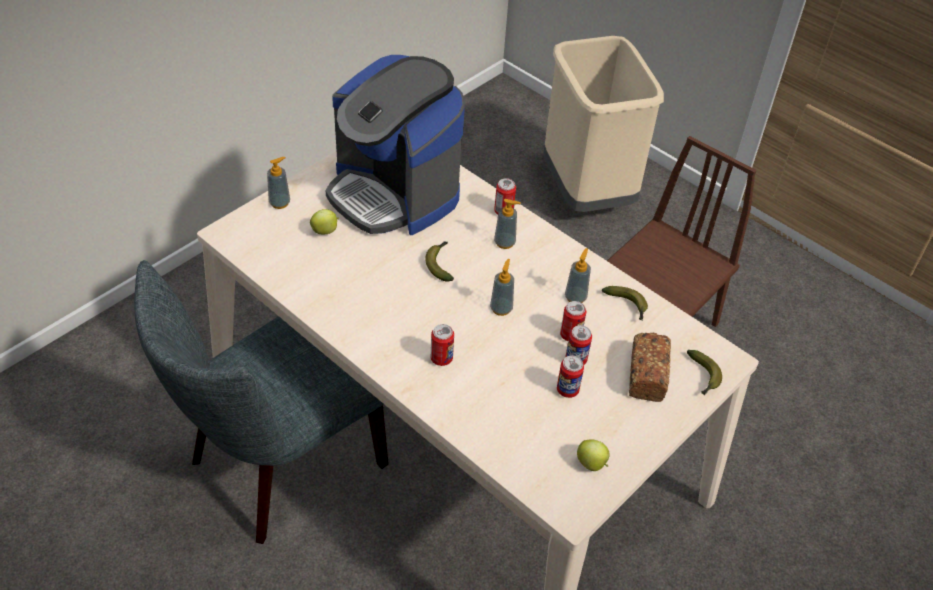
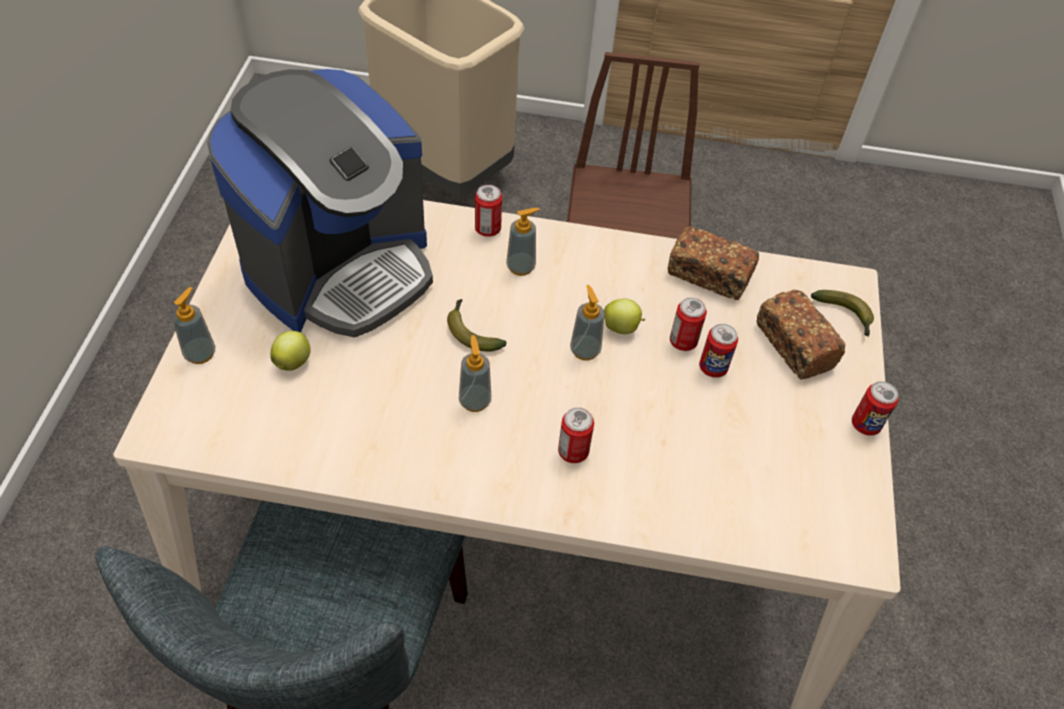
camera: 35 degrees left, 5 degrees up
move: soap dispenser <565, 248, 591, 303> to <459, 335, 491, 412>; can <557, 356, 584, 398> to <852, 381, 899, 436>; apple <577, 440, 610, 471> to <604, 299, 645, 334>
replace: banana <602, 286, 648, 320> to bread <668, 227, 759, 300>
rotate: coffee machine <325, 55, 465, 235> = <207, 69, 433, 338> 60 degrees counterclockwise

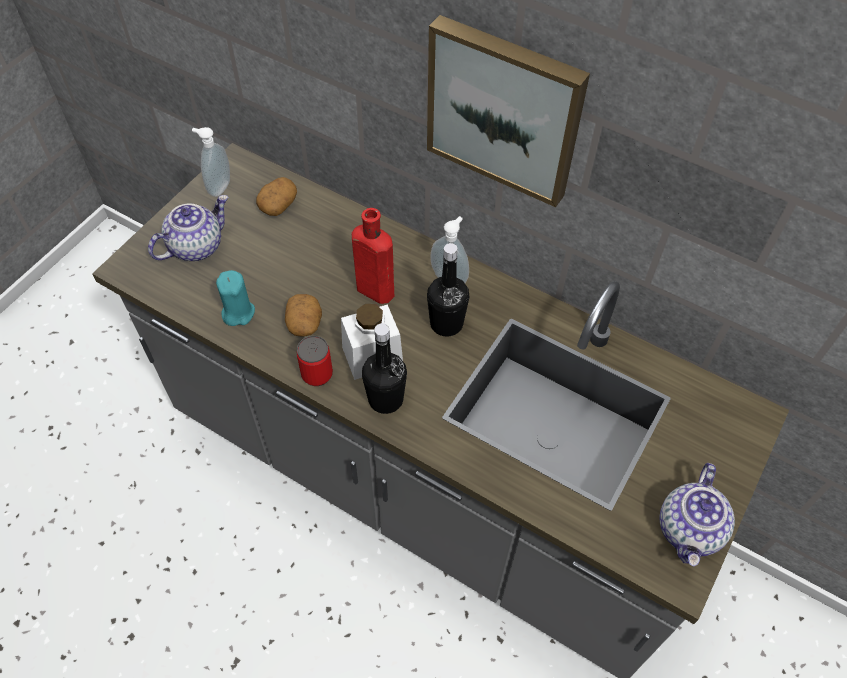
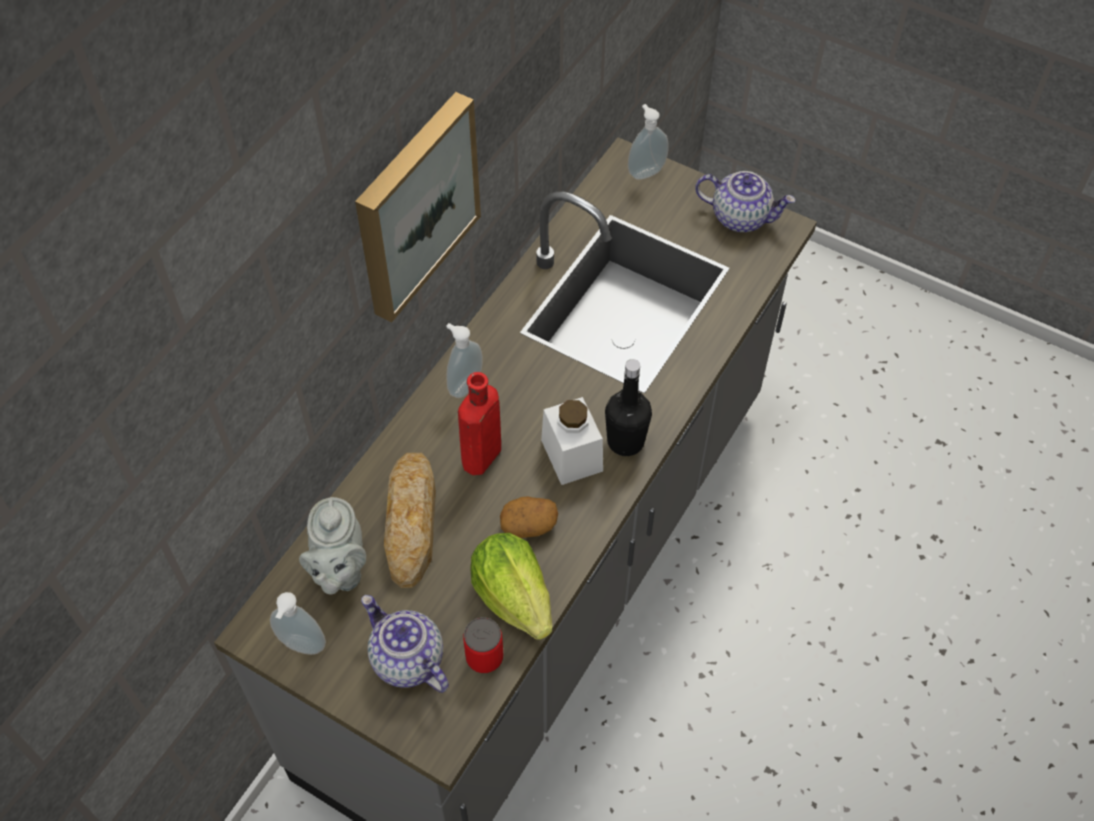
camera: 90 degrees left, 0 degrees up
delete: black bottle <427, 243, 469, 337>
insert: soap dispenser <628, 104, 669, 180>; bread <384, 453, 436, 588>
move: can <297, 336, 333, 386> to <463, 617, 503, 673>
replace: potato <256, 177, 297, 216> to grey teapot <299, 497, 366, 595>; turquoise candle <216, 270, 255, 326> to lettuce <470, 533, 552, 640>

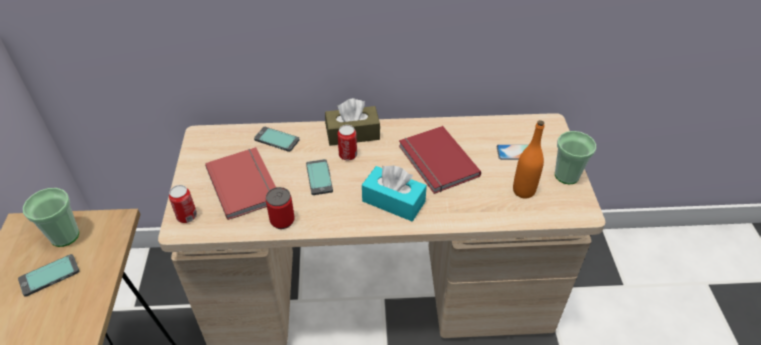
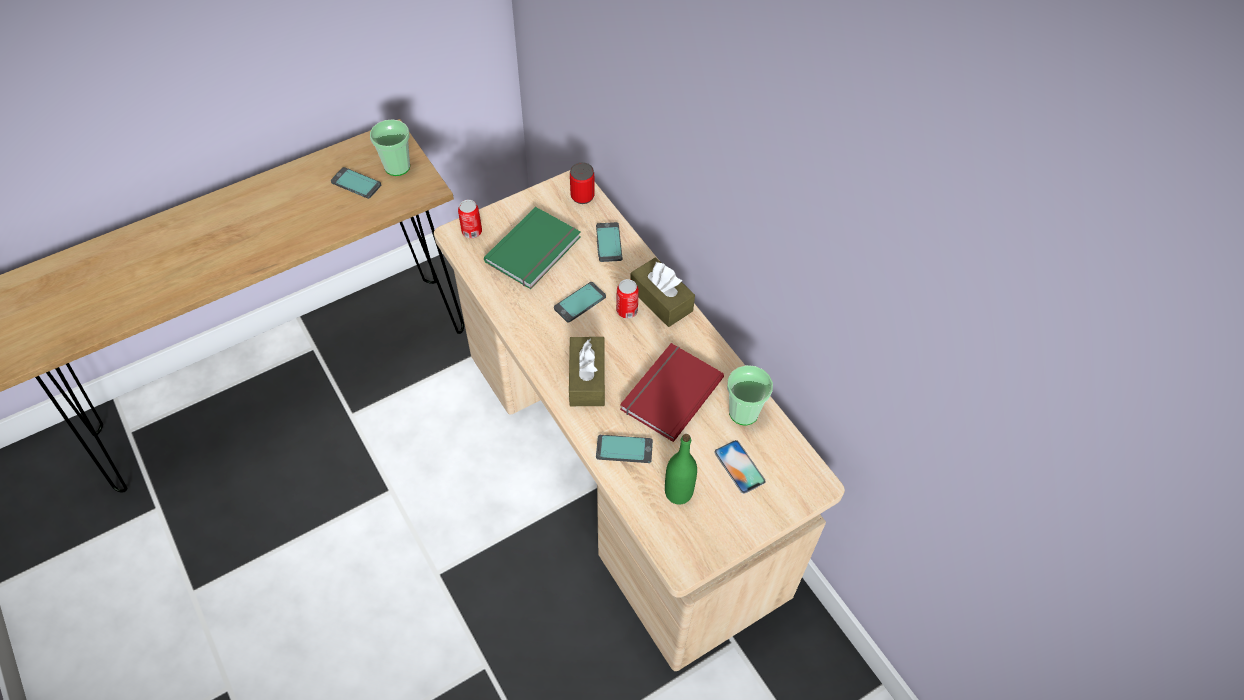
camera: 60 degrees right, 10 degrees up
insert: phone <596, 435, 653, 463>
move: cup <555, 131, 596, 184> to <727, 365, 773, 426>; can <266, 187, 295, 229> to <570, 162, 595, 204>
recolor: orange bottle <513, 120, 544, 198> to green bottle <665, 434, 697, 504>; red book <205, 147, 276, 220> to green book <484, 207, 581, 289>; turquoise tissue box <362, 165, 427, 221> to brown tissue box <569, 337, 605, 406>

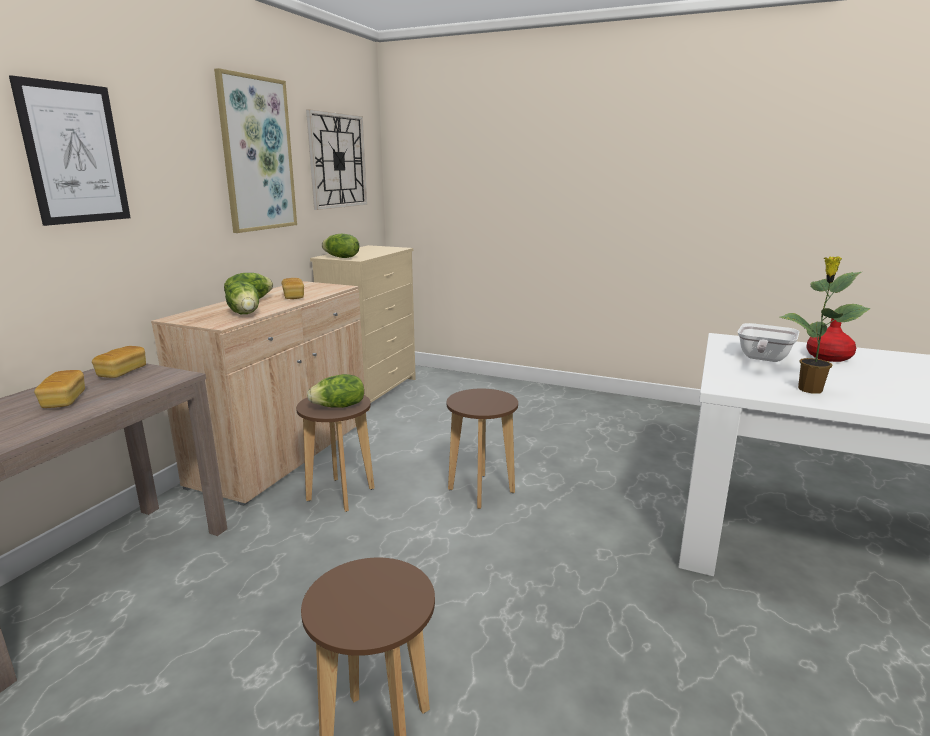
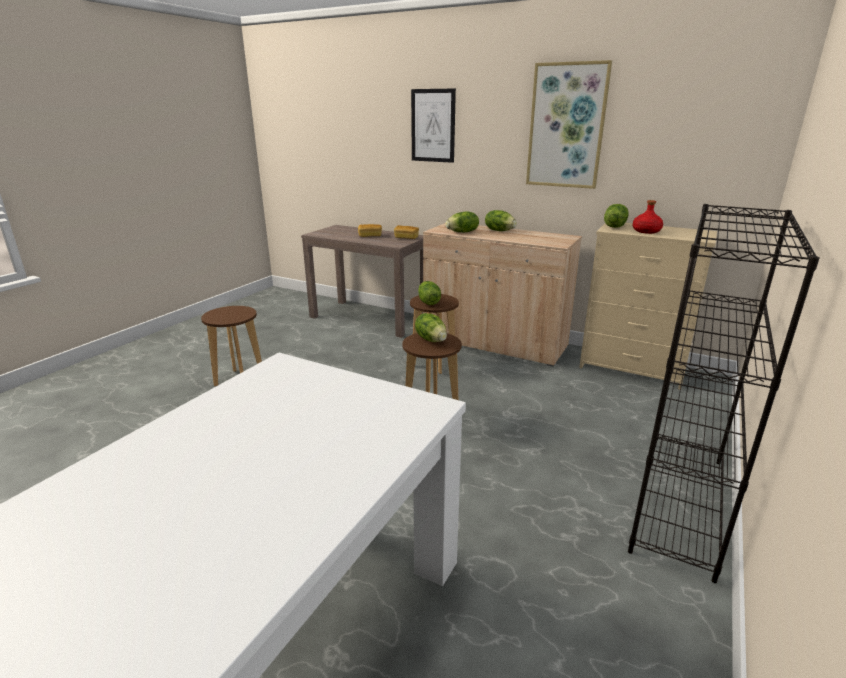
camera: 95 degrees right, 5 degrees up
delete: wall clock <306, 109, 367, 210>; potted plant <779, 256, 871, 394>; bread <282, 278, 304, 299>; frying pan <738, 323, 799, 362>
insert: black bookcase <628, 204, 819, 583>; lettuce <415, 313, 447, 342>
move: red bottle <806, 318, 856, 362> to <633, 200, 663, 234>

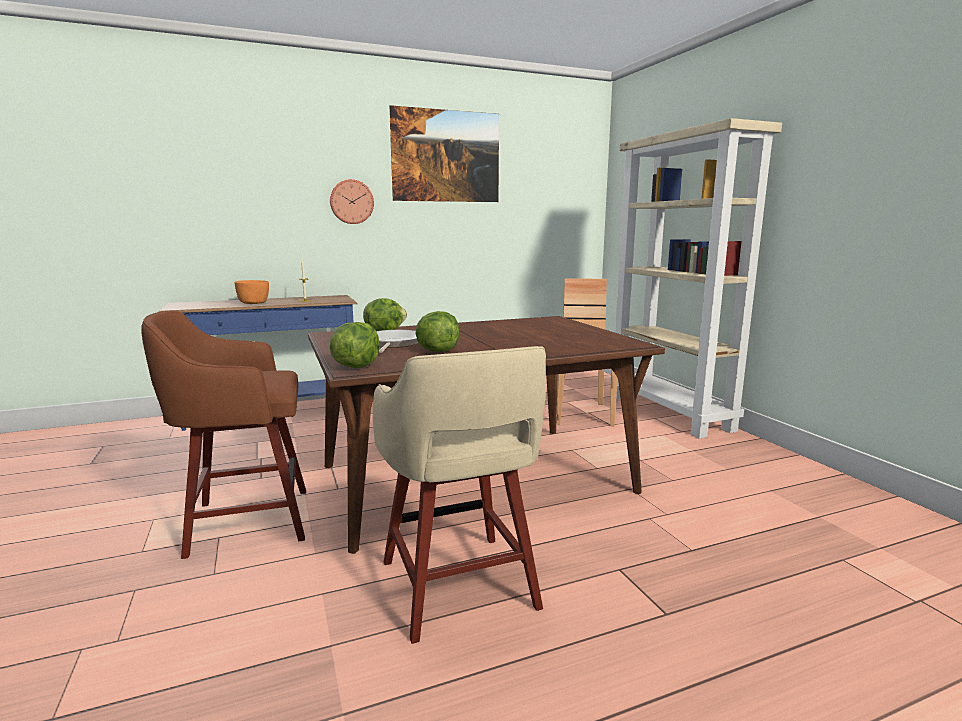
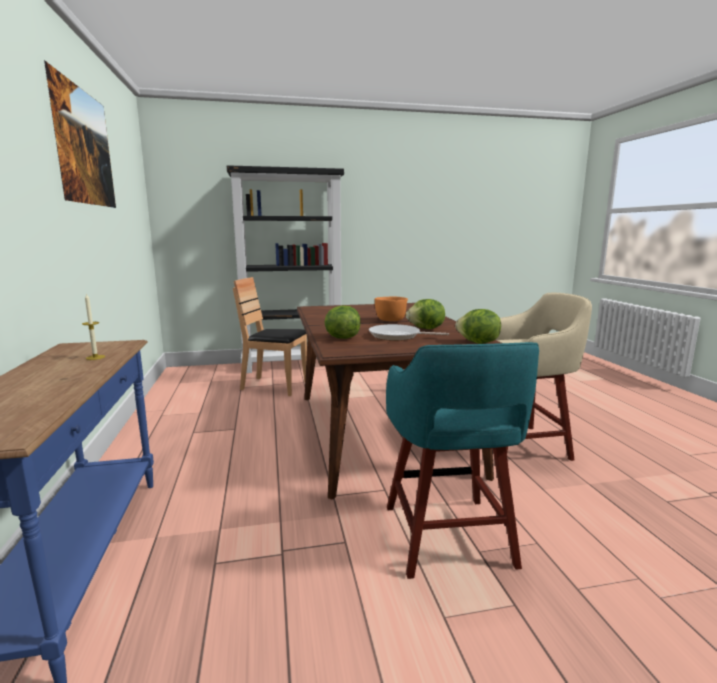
camera: 80 degrees left, 0 degrees up
delete: wall clock <330, 179, 374, 224>
move: orange bowl <235, 280, 269, 304> to <375, 297, 408, 321>
recolor: beige bookcase <609, 118, 782, 438> to black bookcase <227, 165, 344, 373>; brown stool <141, 311, 306, 559> to turquoise stool <386, 342, 539, 579>

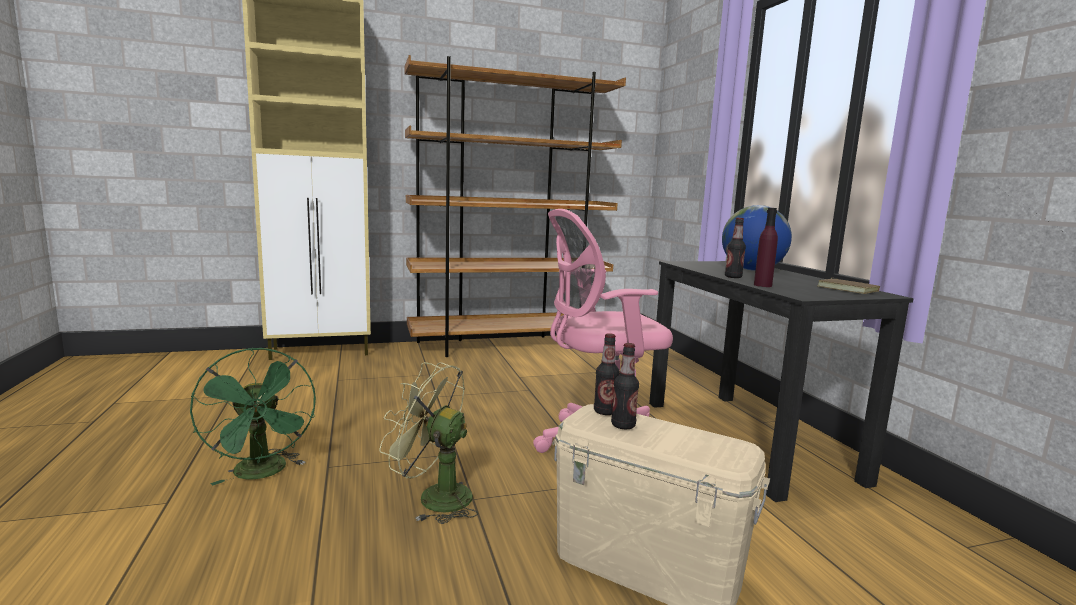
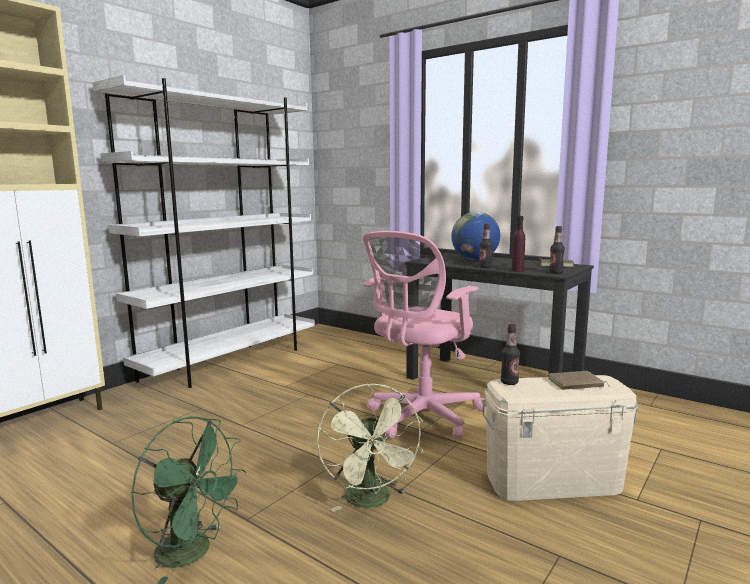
camera: 35 degrees left, 0 degrees up
insert: brown book <548, 371, 610, 390>
move: bottle <611, 343, 639, 429> to <549, 226, 565, 274>
recolor: brown bookcase <405, 55, 626, 357> to white bookcase <93, 75, 315, 388>
rotate: green fan <379, 362, 478, 524> = <317, 383, 424, 512> 90 degrees counterclockwise

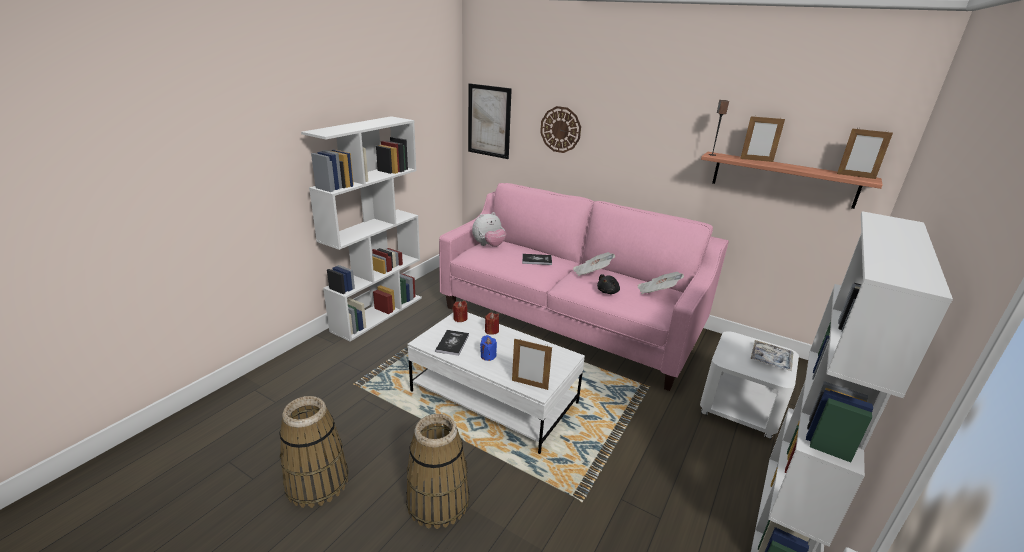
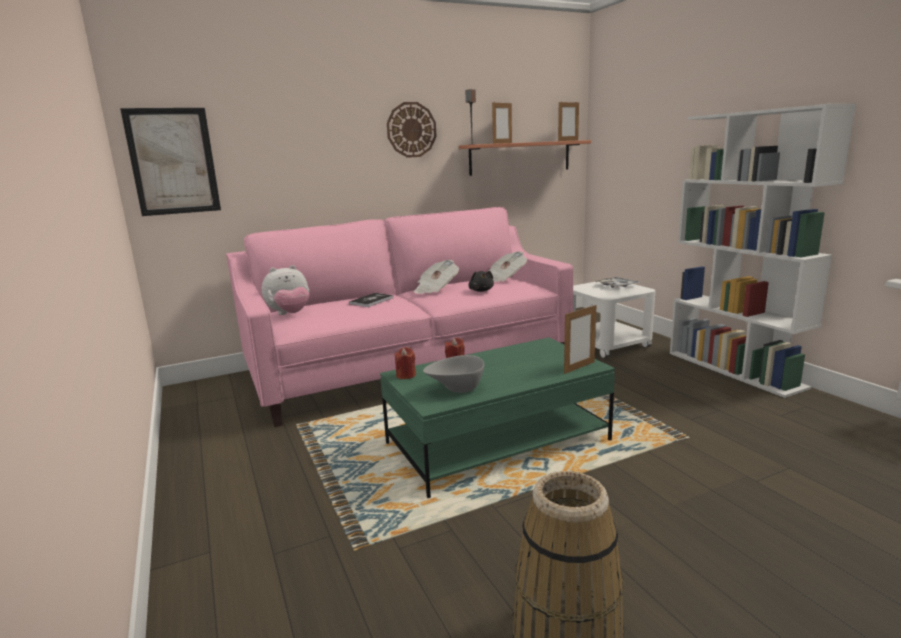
camera: 55 degrees left, 10 degrees down
delete: white bookcase <301, 116, 422, 341>; blue candle <480, 335, 497, 361>; basket <406, 414, 469, 529>
move: wall clock <540, 106, 581, 153> to <387, 102, 437, 158>
replace: book <435, 330, 469, 356> to grey bowl <423, 355, 484, 393>
recolor: white coffee table <408, 312, 585, 454> to green coffee table <380, 338, 615, 498>
rotate: plush toy <472, 212, 506, 247> = <262, 265, 309, 315> 60 degrees clockwise

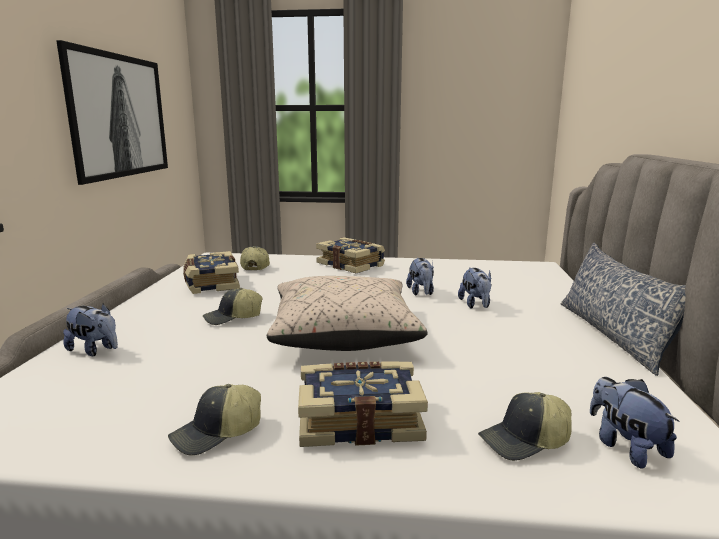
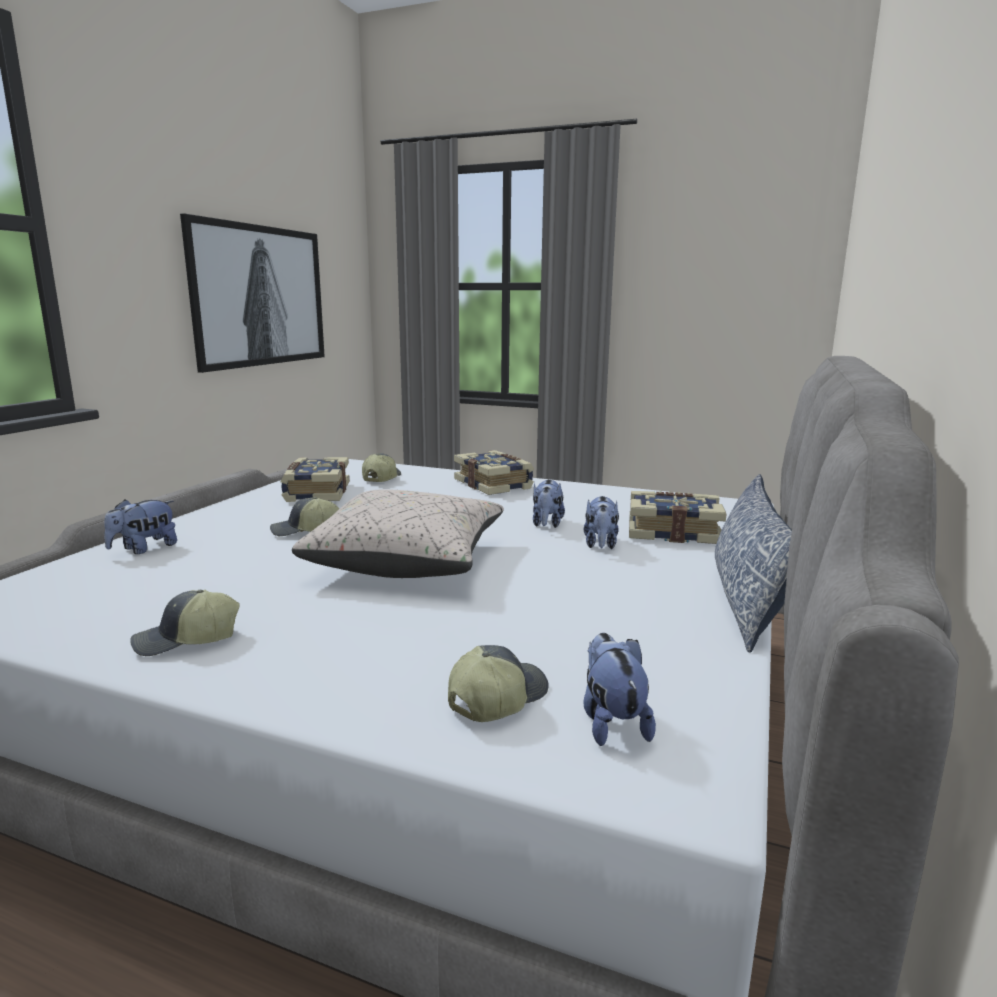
camera: 15 degrees right, 0 degrees up
move: book <298, 362, 428, 447> to <629, 491, 727, 544>
rotate: plush toy <63, 303, 118, 356> = <104, 499, 177, 554> 90 degrees clockwise; cap <478, 392, 572, 461> = <448, 645, 549, 722> 135 degrees clockwise

